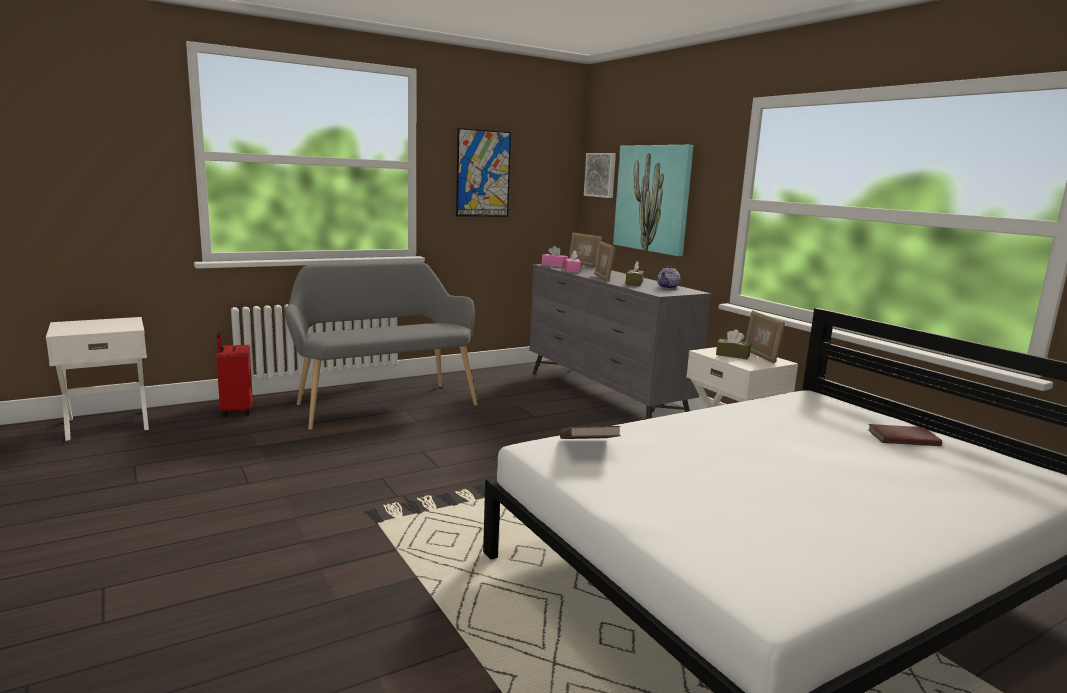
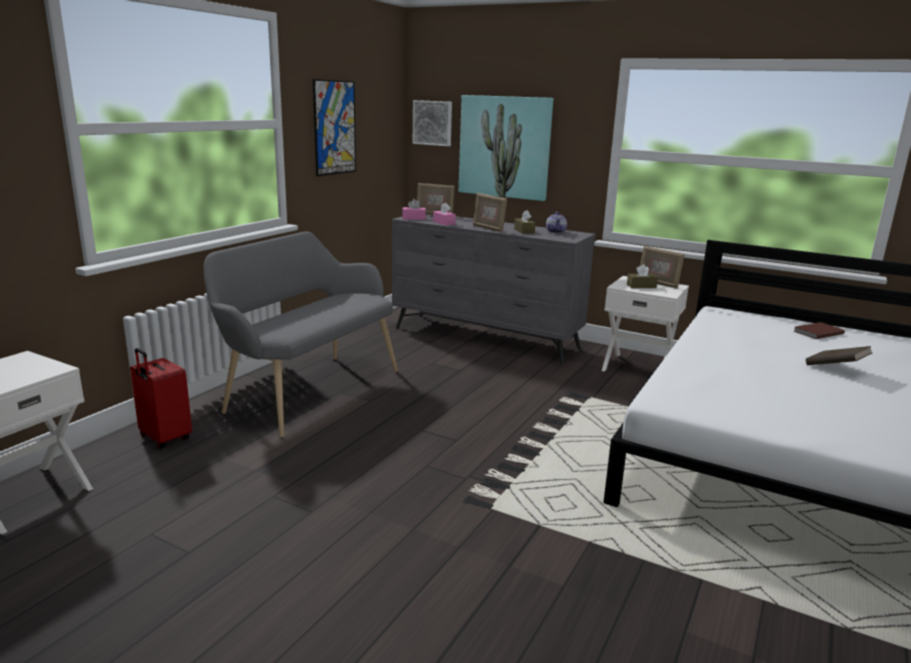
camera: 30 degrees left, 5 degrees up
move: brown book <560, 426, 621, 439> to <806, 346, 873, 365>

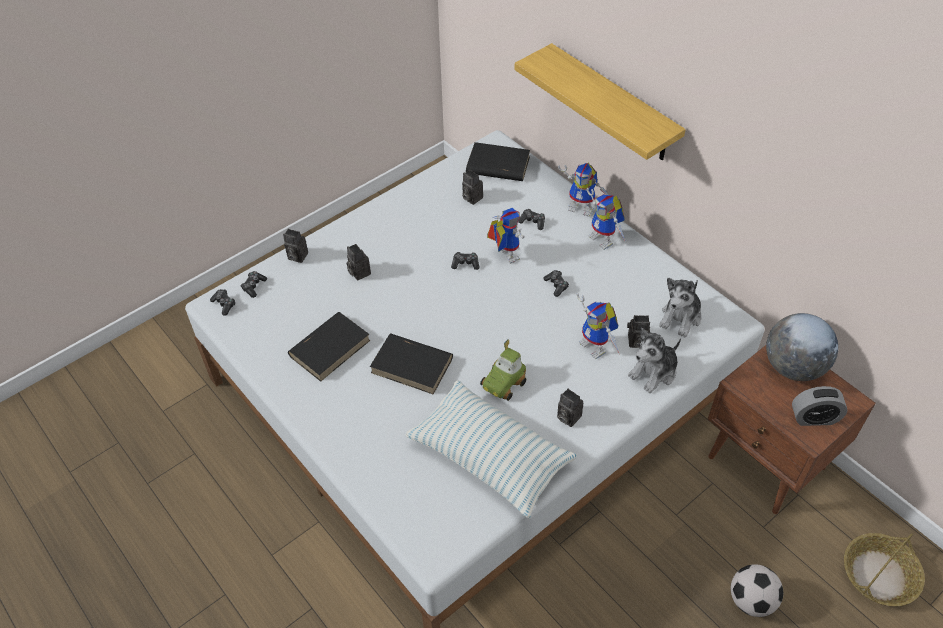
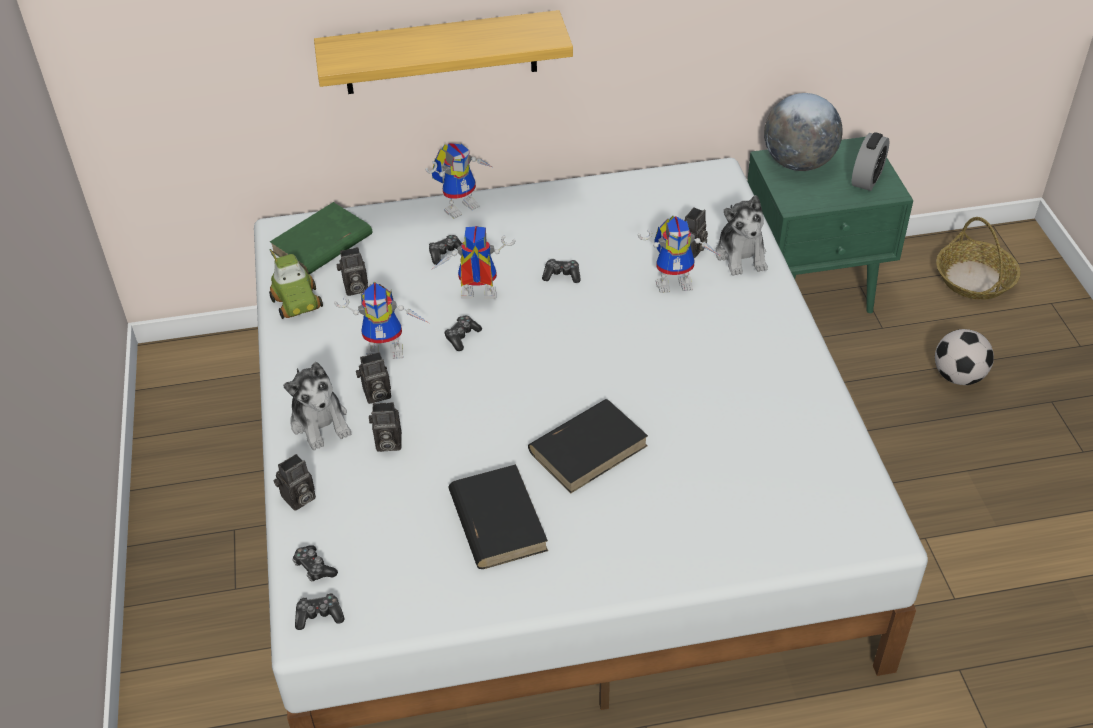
camera: 60 degrees left, 5 degrees down
delete: pillow <405, 380, 577, 518>
move: toy robot <587, 188, 625, 250> to <334, 281, 429, 359>; plush toy <659, 278, 702, 337> to <283, 362, 351, 450>; toy car <480, 339, 526, 401> to <269, 249, 323, 319>; photo camera <557, 389, 583, 427> to <356, 352, 391, 404>
recolor: black book <466, 142, 530, 181> to green book <270, 202, 373, 274>; brown nightstand <708, 345, 876, 514> to green nightstand <747, 137, 913, 313>

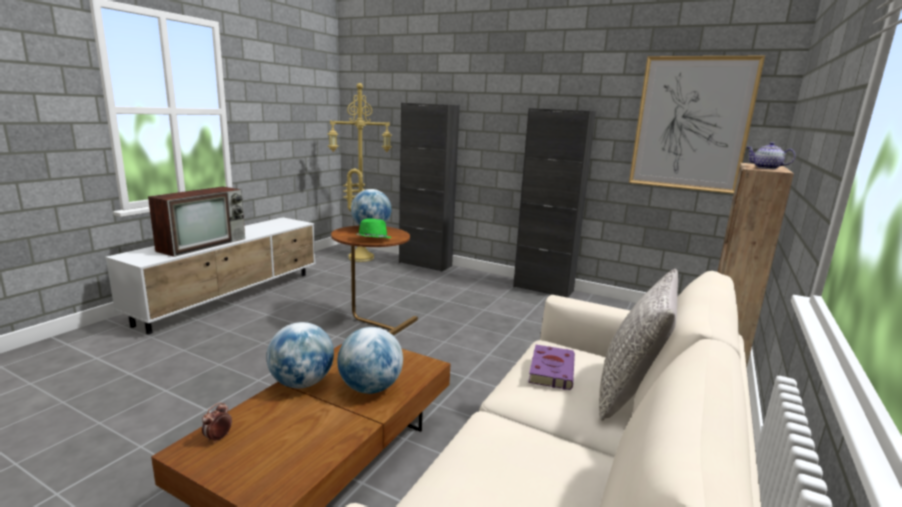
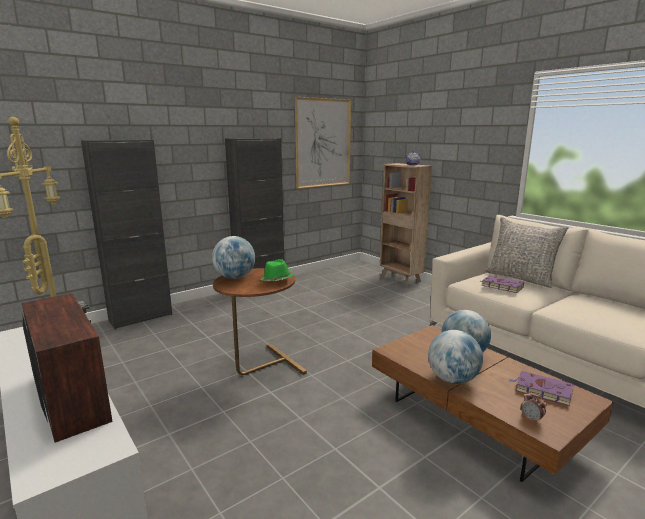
camera: 65 degrees left, 0 degrees up
insert: purple book <509, 371, 574, 406>

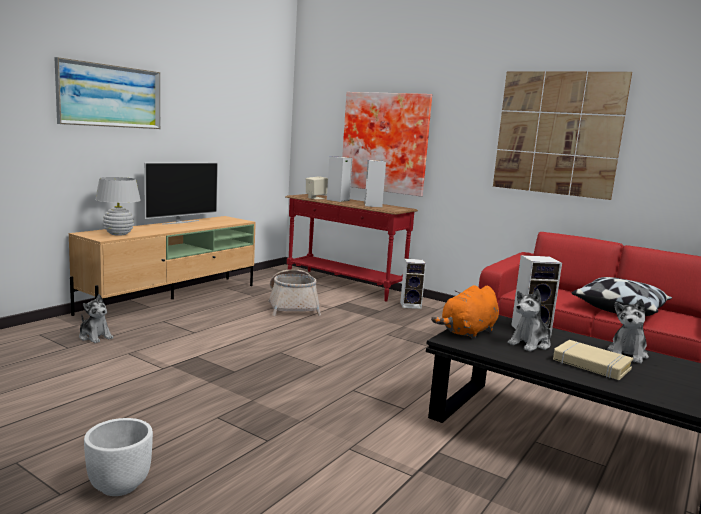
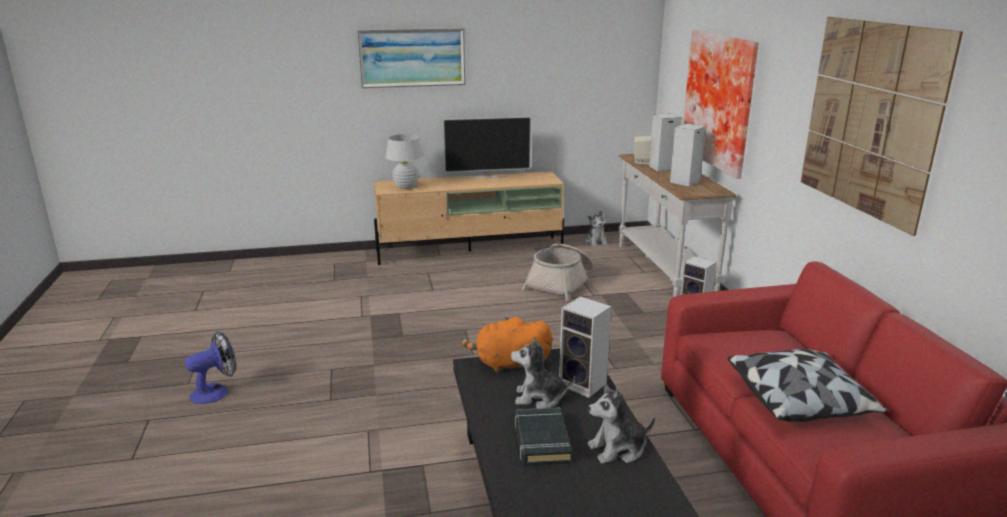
camera: 45 degrees right, 10 degrees up
move: plush toy <79, 294, 113, 343> to <585, 211, 607, 247>
replace: white planter <84, 418, 153, 496> to fan <185, 332, 236, 404>
recolor: red console table <285, 194, 418, 301> to white console table <618, 154, 736, 297>; beige book <553, 340, 633, 380> to black book <515, 407, 572, 466>

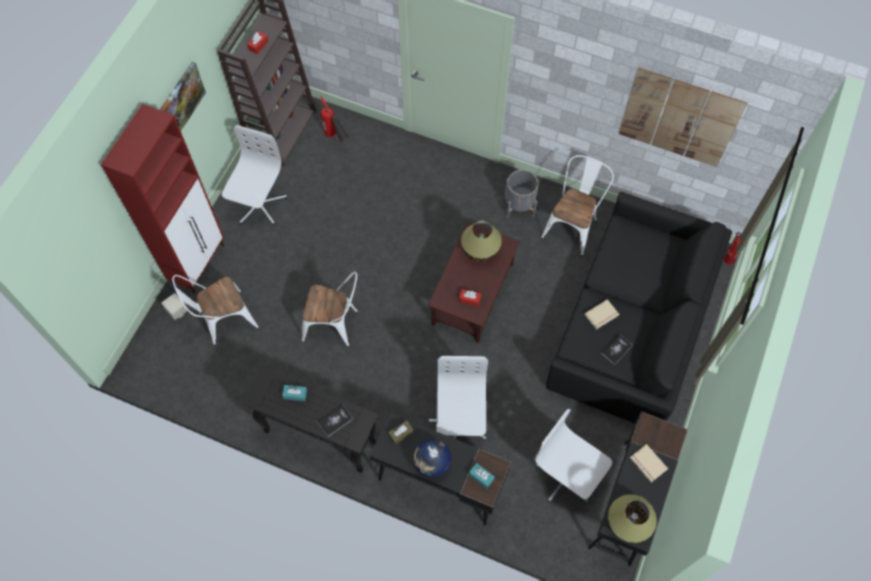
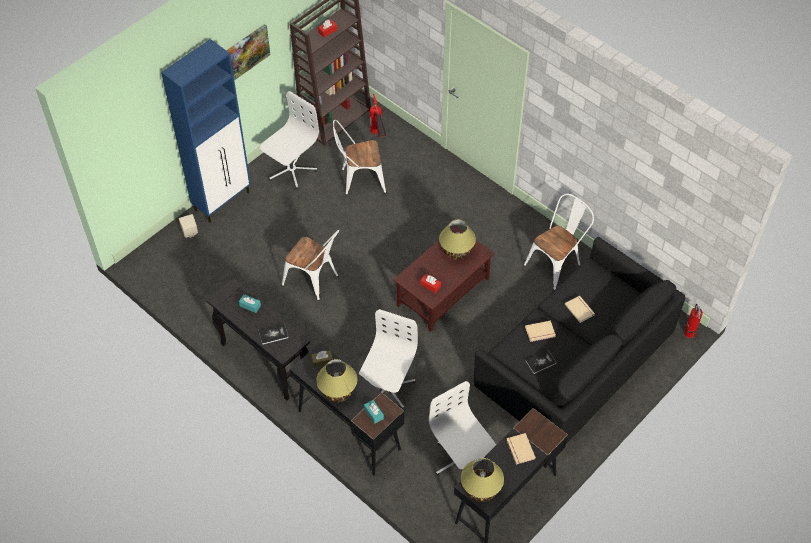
camera: 20 degrees right, 10 degrees down
delete: picture <618, 67, 747, 167>; grey planter <505, 170, 539, 218>
insert: beige book <565, 296, 595, 323>
move: white chair <172, 275, 259, 345> to <333, 120, 386, 195>
replace: globe <413, 439, 452, 478> to table lamp <316, 359, 357, 402>
recolor: red cabinet <101, 104, 224, 294> to blue cabinet <161, 39, 251, 223>

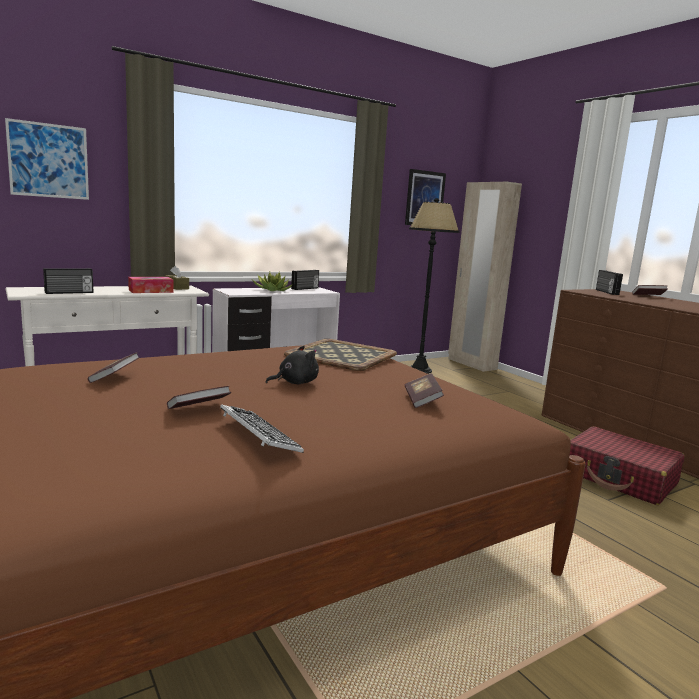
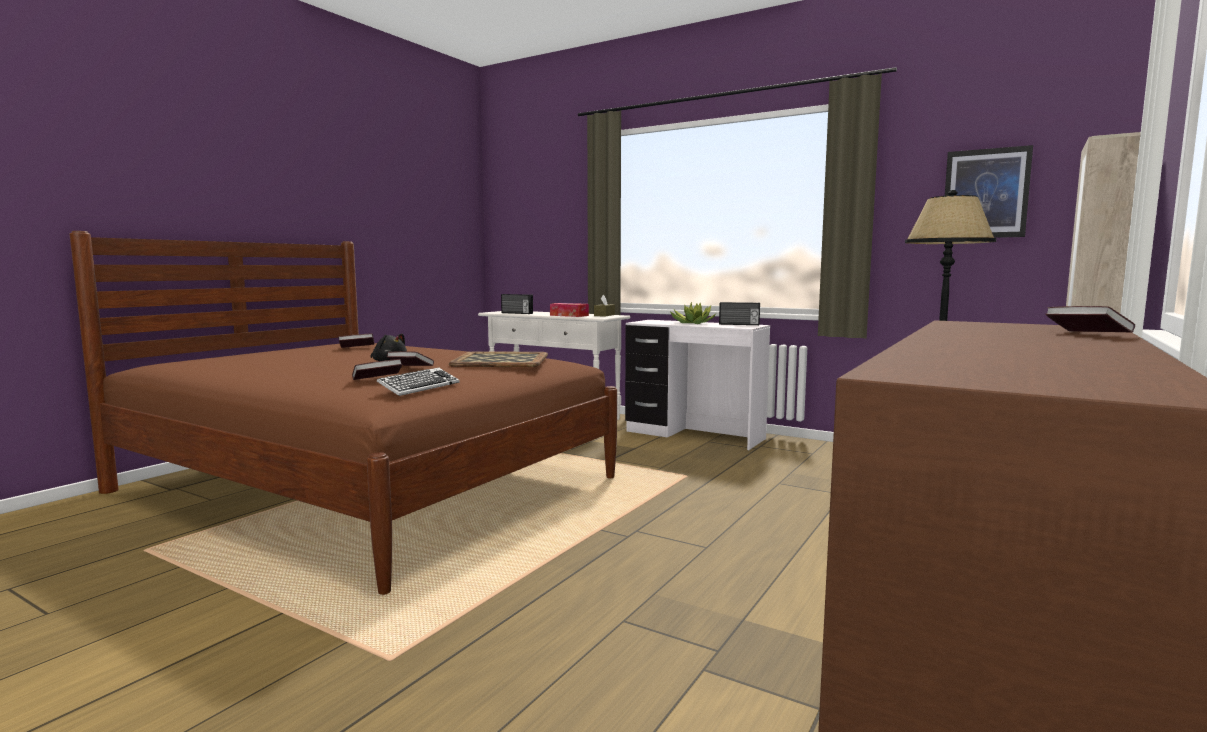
camera: 65 degrees right, 5 degrees down
delete: picture <5, 118, 89, 200>; radio <596, 270, 623, 295>; red suitcase <569, 426, 685, 505>
move: book <167, 386, 231, 409> to <387, 351, 434, 366>; keyboard <220, 404, 304, 453> to <377, 368, 459, 396>

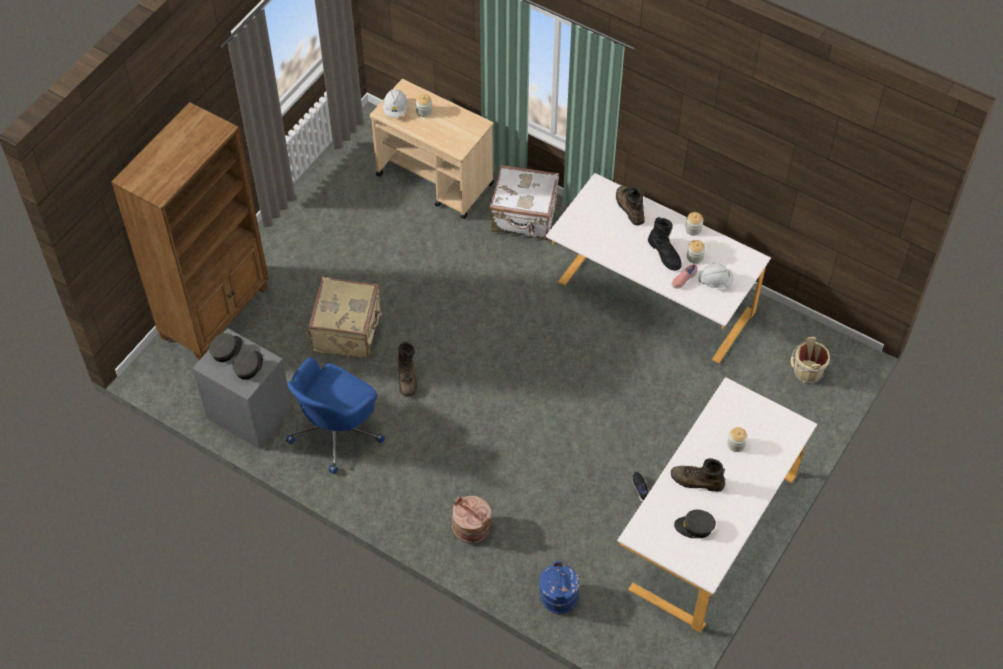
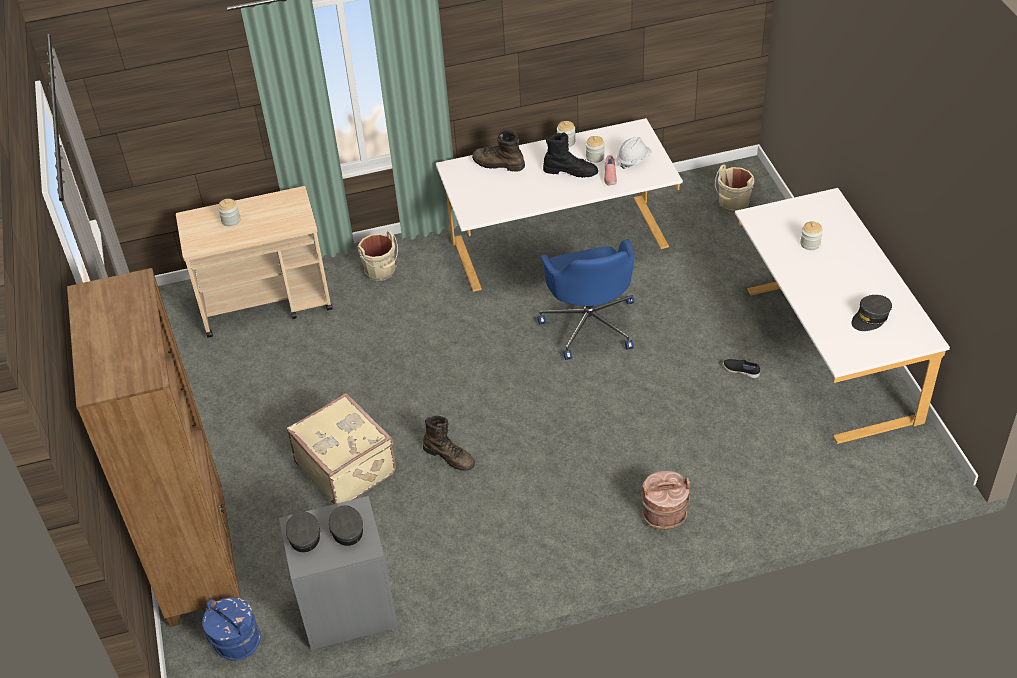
camera: 45 degrees left, 10 degrees down
delete: white hard hat <383, 89, 408, 117>; brown boot <671, 458, 725, 492>
move: blue office chair <286, 357, 385, 474> to <538, 239, 635, 360>; blue bucket <539, 561, 579, 614> to <202, 597, 261, 661>
replace: white suitcase <490, 165, 559, 240> to beige bucket <357, 231, 398, 281>

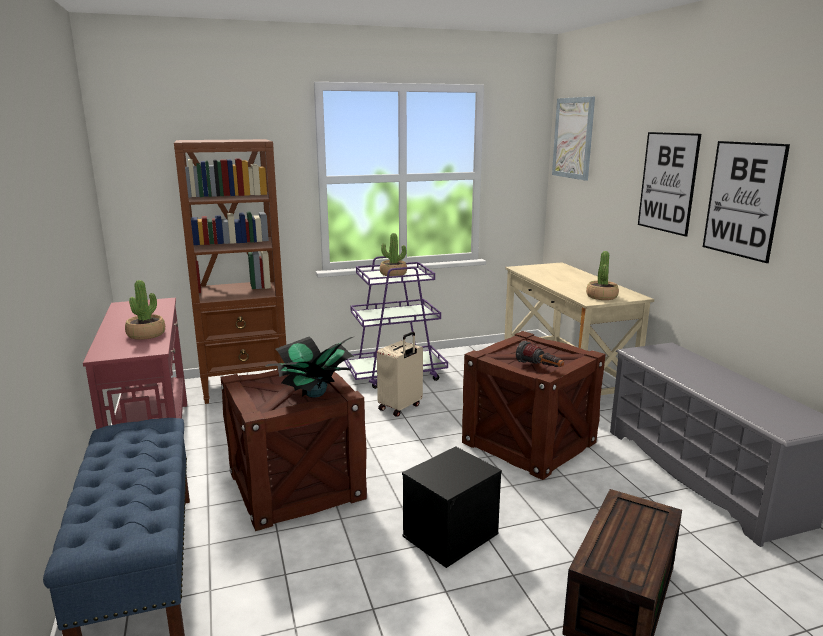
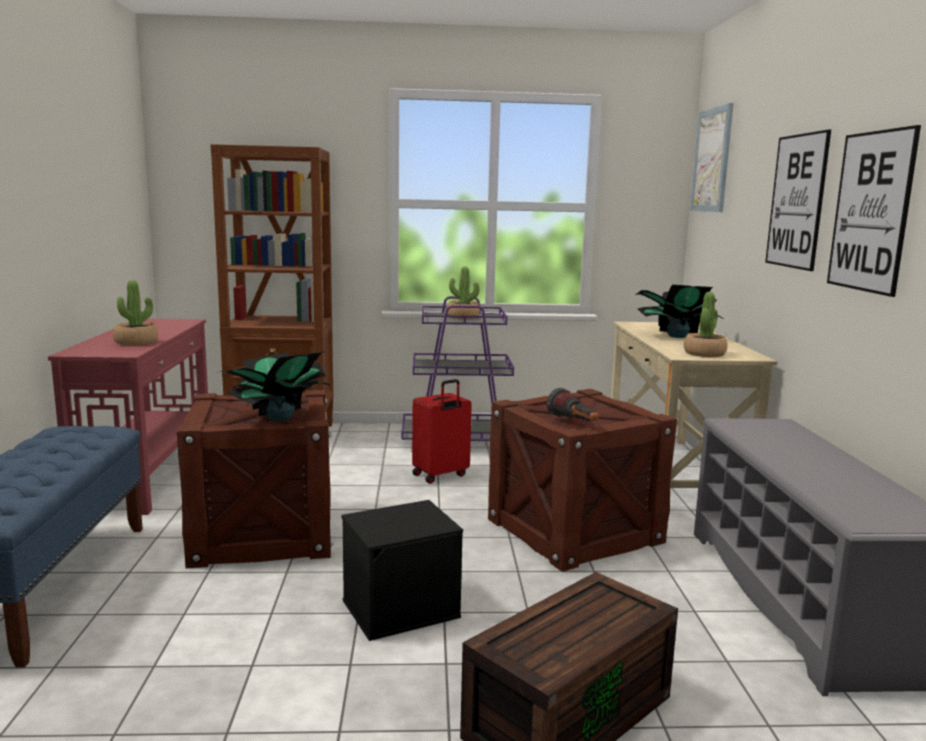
camera: 15 degrees right, 5 degrees down
insert: potted plant <635, 285, 722, 338>
recolor: beige suitcase <377, 332, 423, 417> to red suitcase <412, 379, 472, 484>

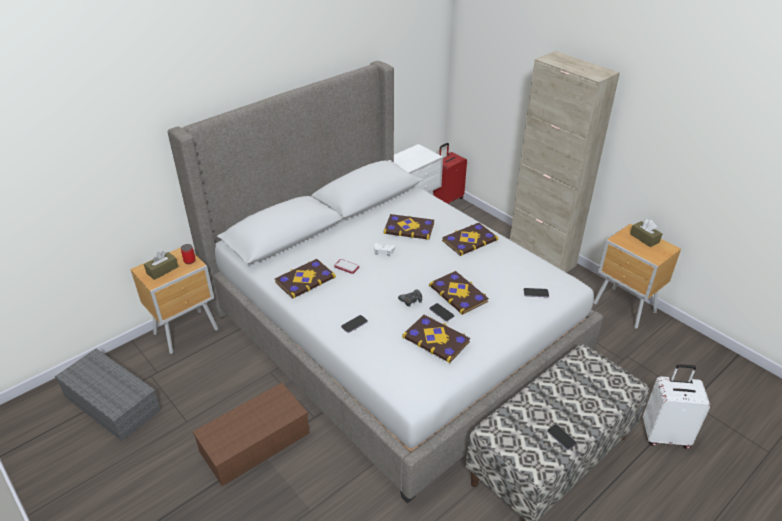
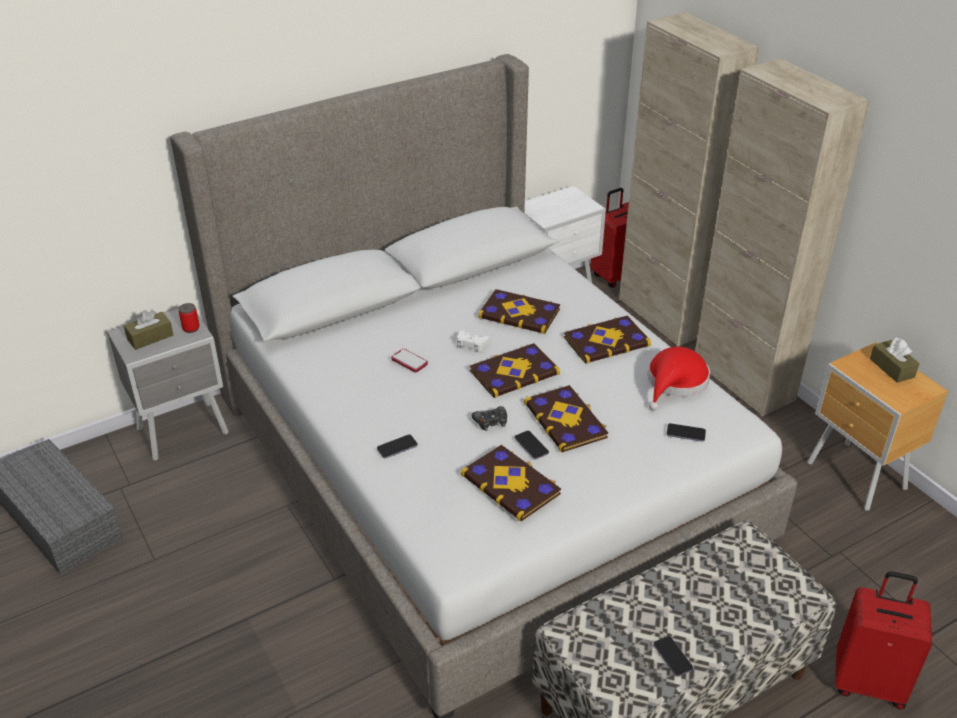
camera: 10 degrees right, 0 degrees up
delete: brown storage box <192, 383, 310, 486>
insert: beige cabinet <619, 12, 759, 347>; red hat <648, 347, 710, 410>
move: book <275, 259, 336, 299> to <470, 343, 560, 398>
recolor: brown nightstand <130, 247, 218, 354> to grey nightstand <107, 309, 229, 461>; white suitcase <643, 364, 711, 449> to red suitcase <835, 571, 932, 709>

